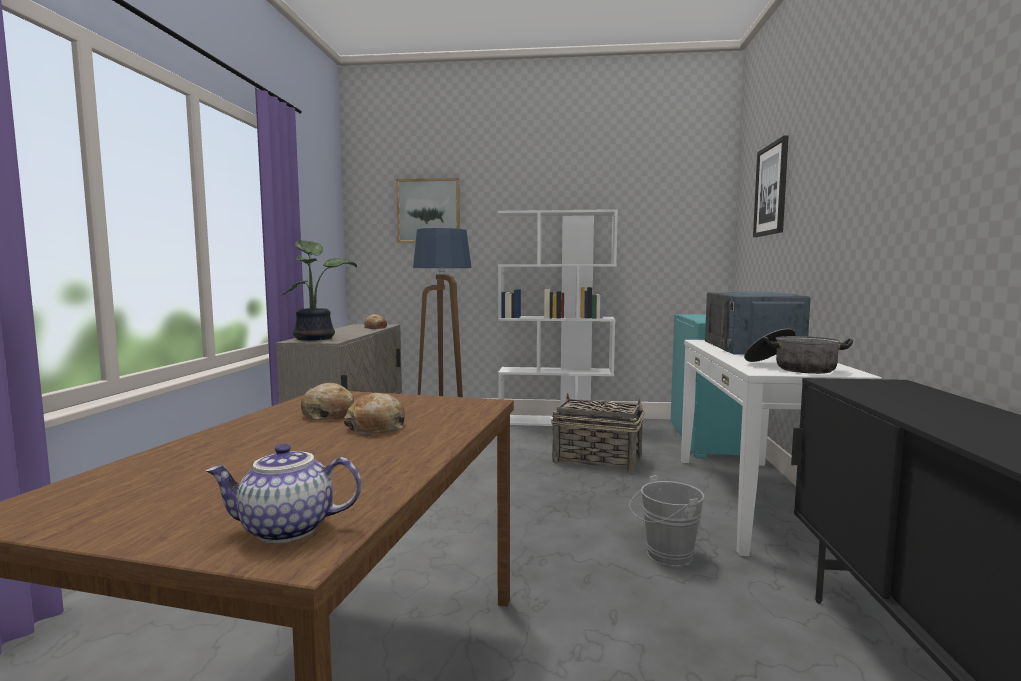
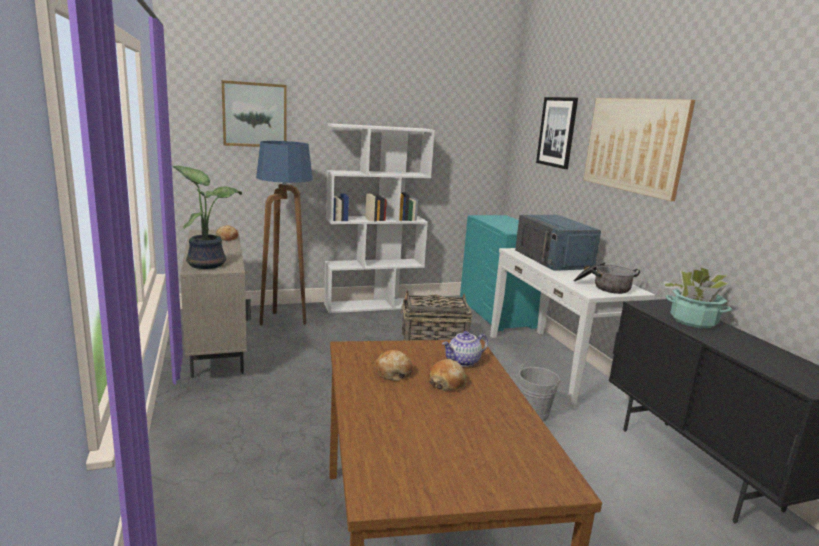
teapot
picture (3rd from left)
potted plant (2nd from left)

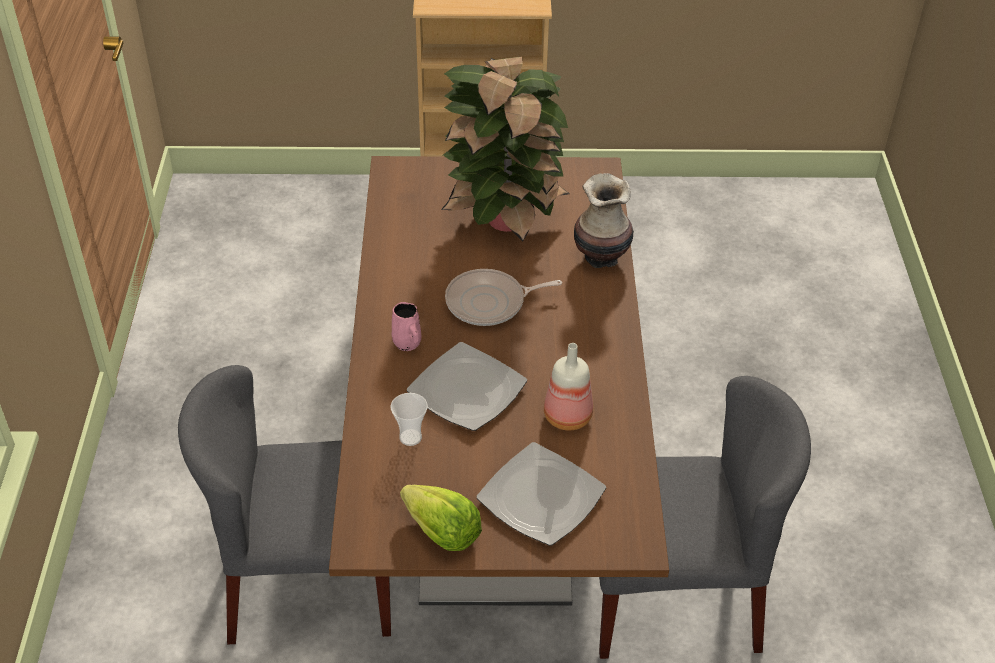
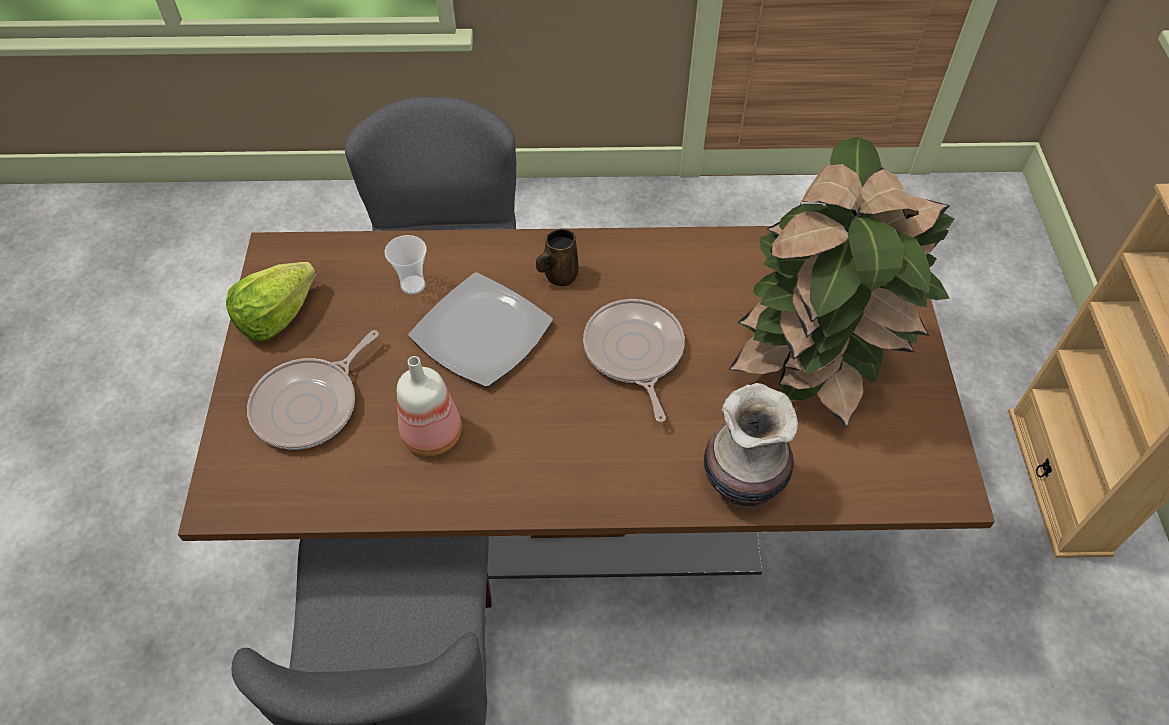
mug (brown)
frying pan (1st from left)

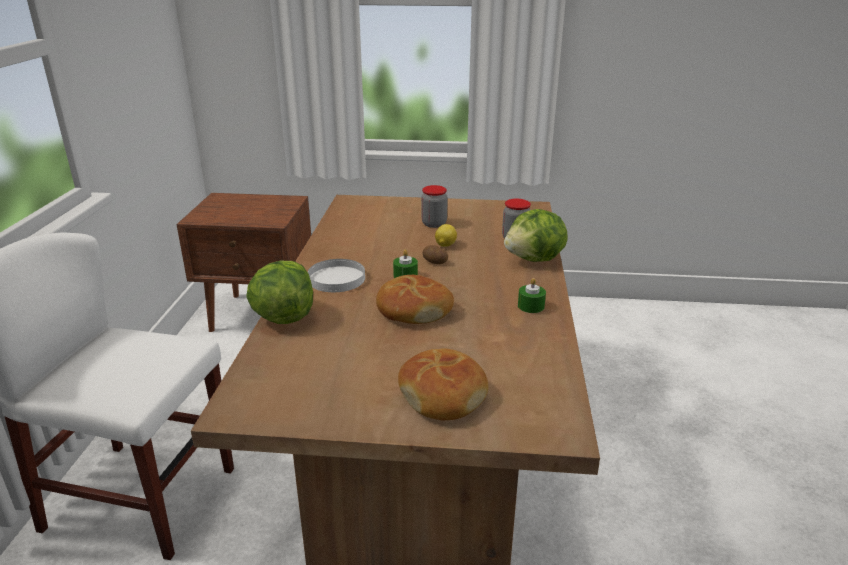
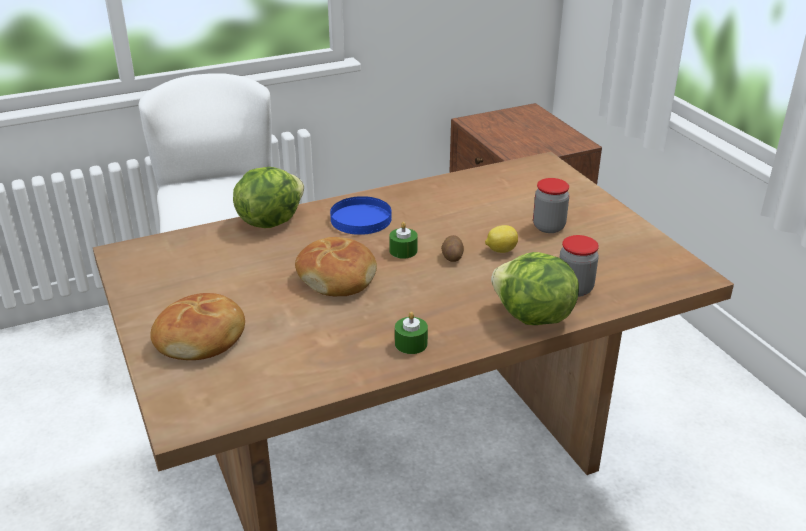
plate (blue)

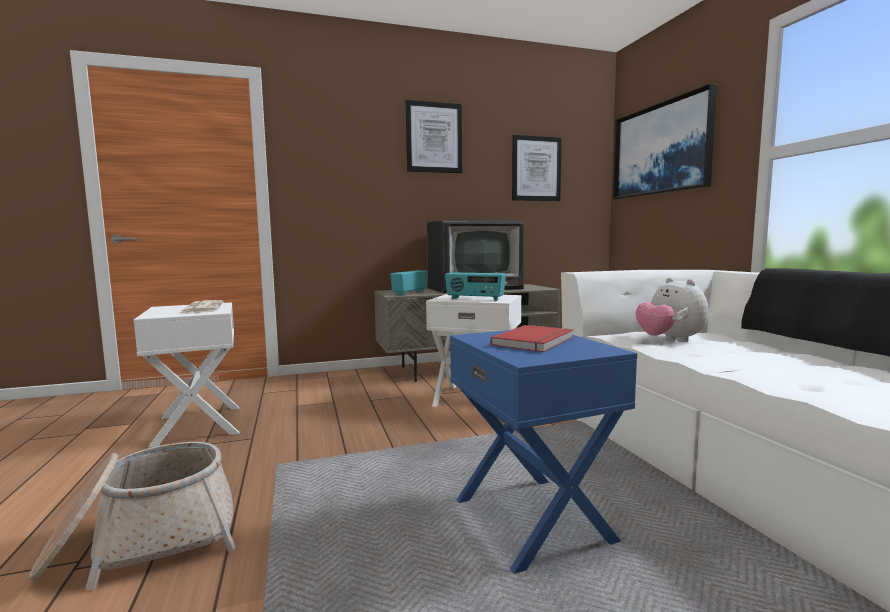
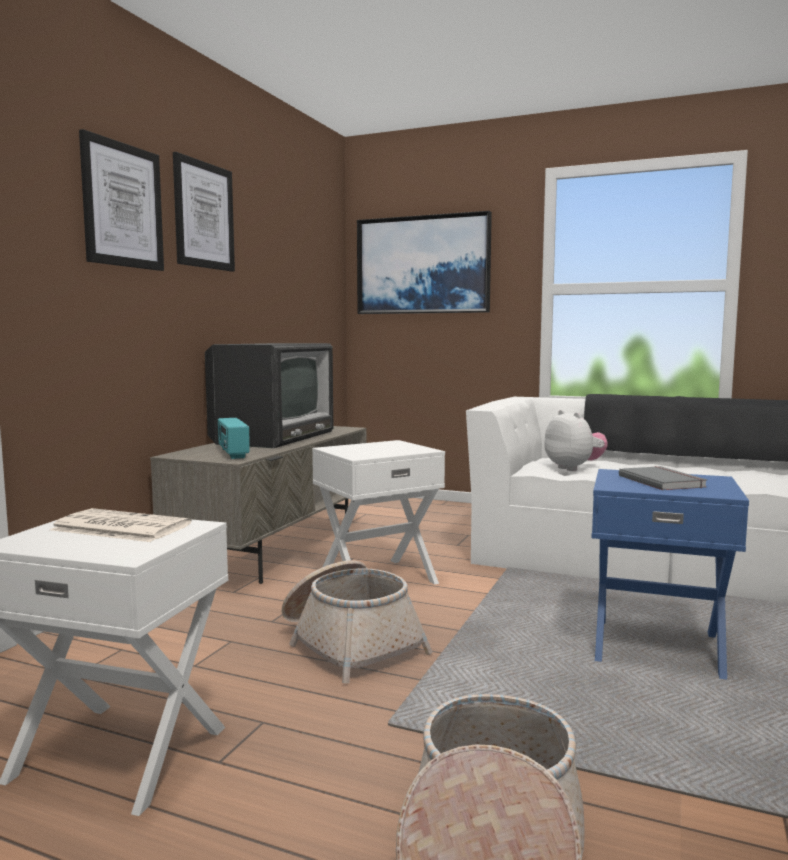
radio (2nd from left in the first image)
book (grey)
picture (1st from left)
plush toy
basket (1st from left)

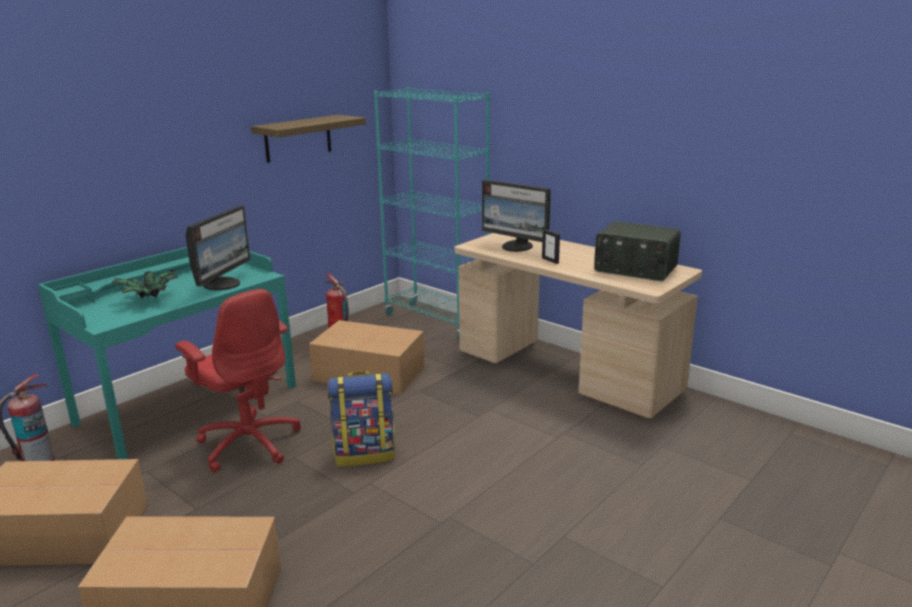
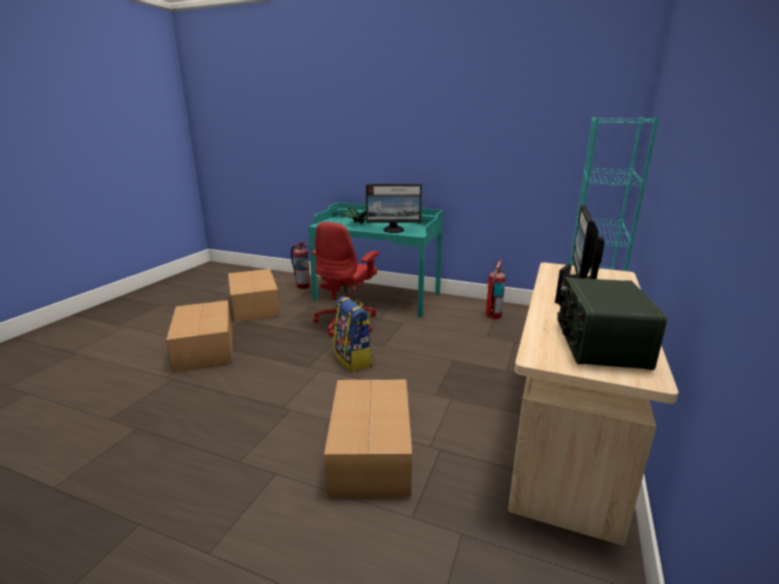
shelf
cardboard box (3rd from left)

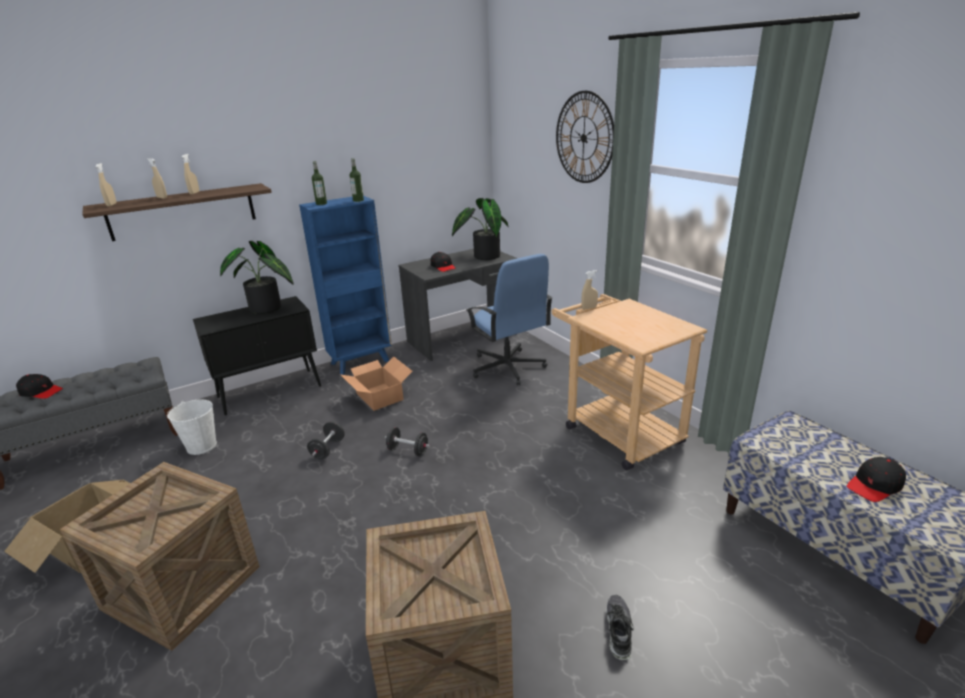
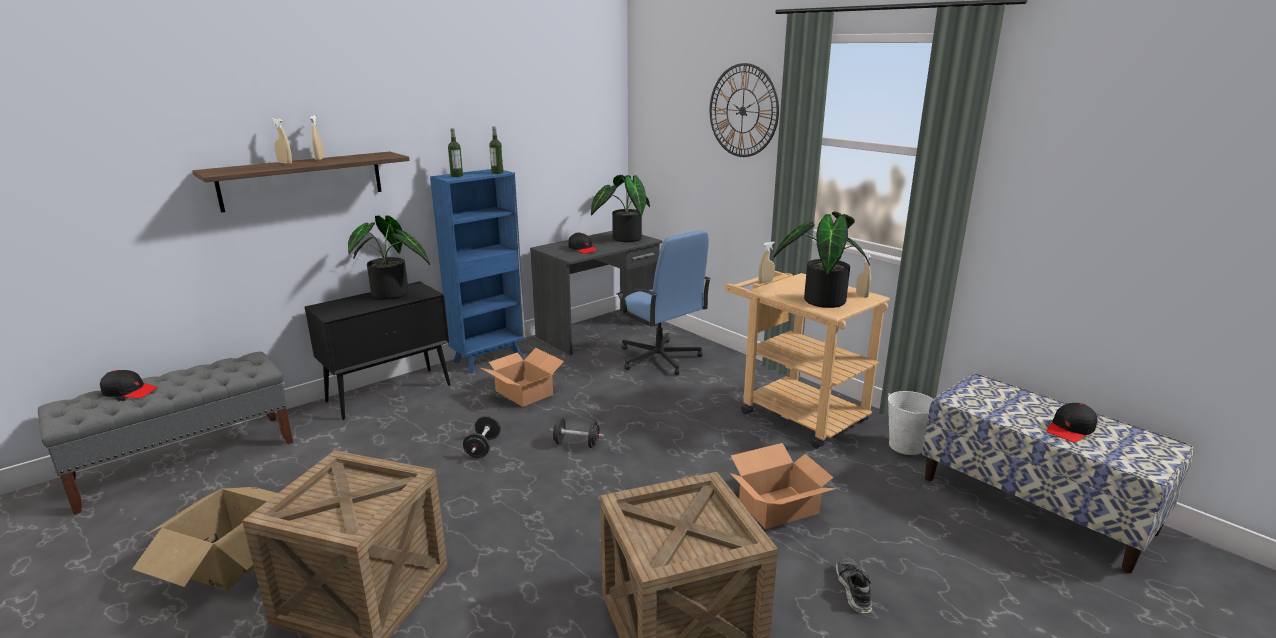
spray bottle (beige) (4th from left)
bucket (white)
cardboard box (3rd from left)
potted plant (3rd from left)

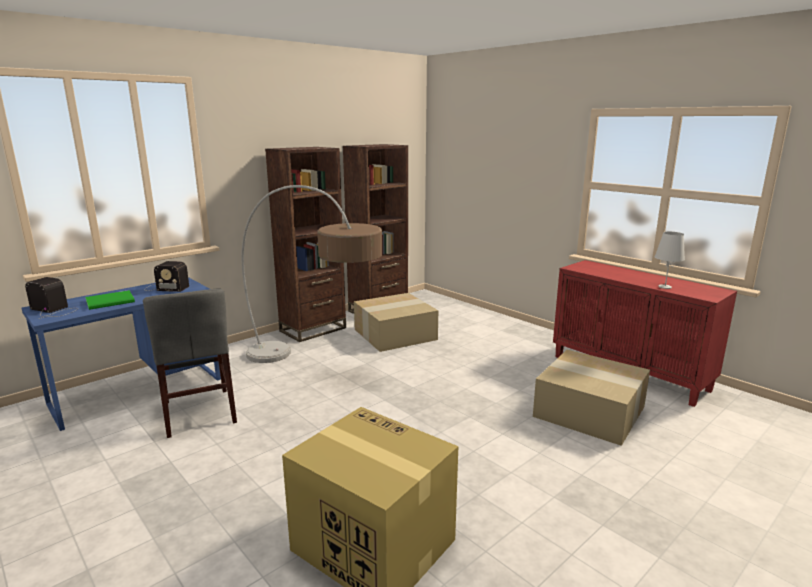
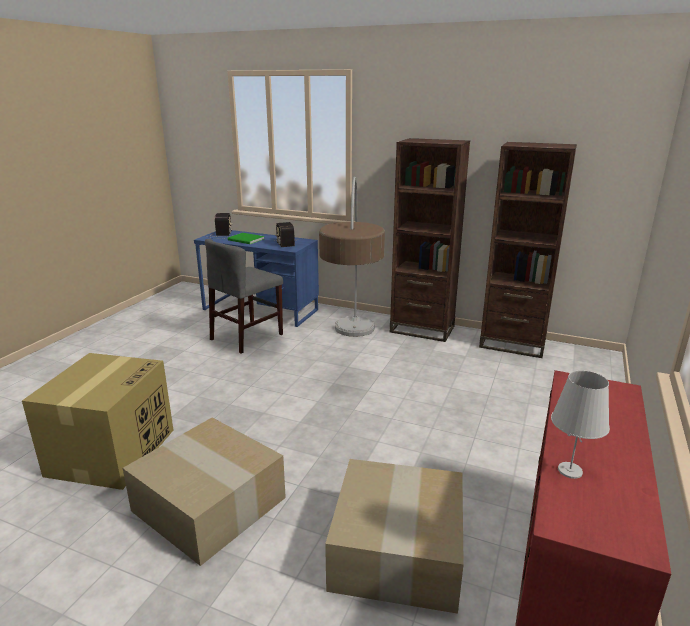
cardboard box (2nd from left)

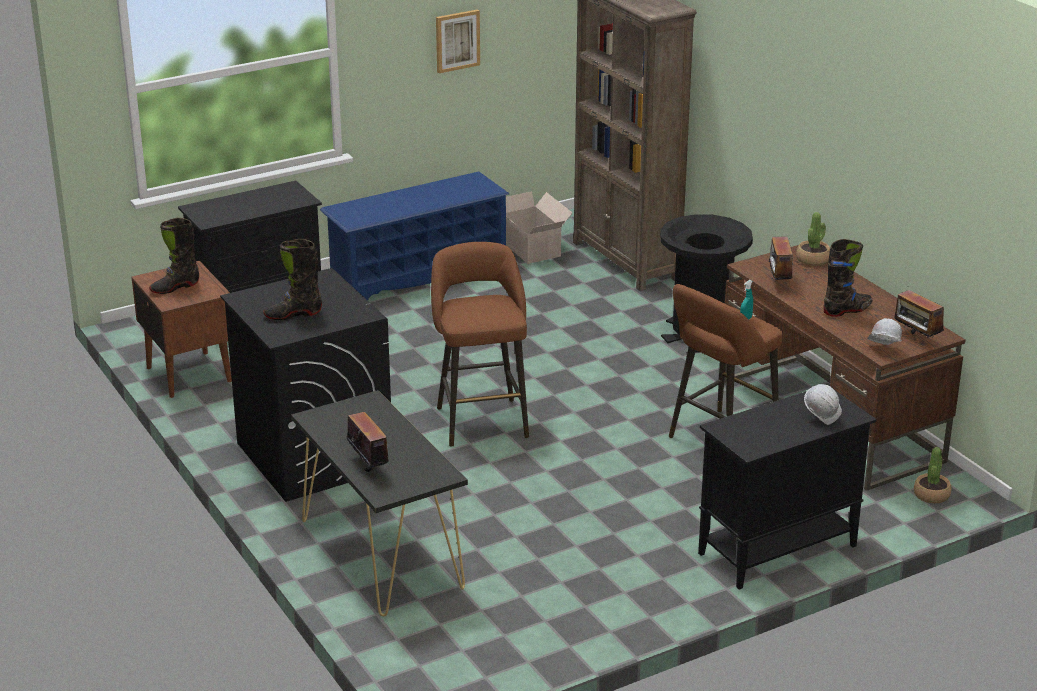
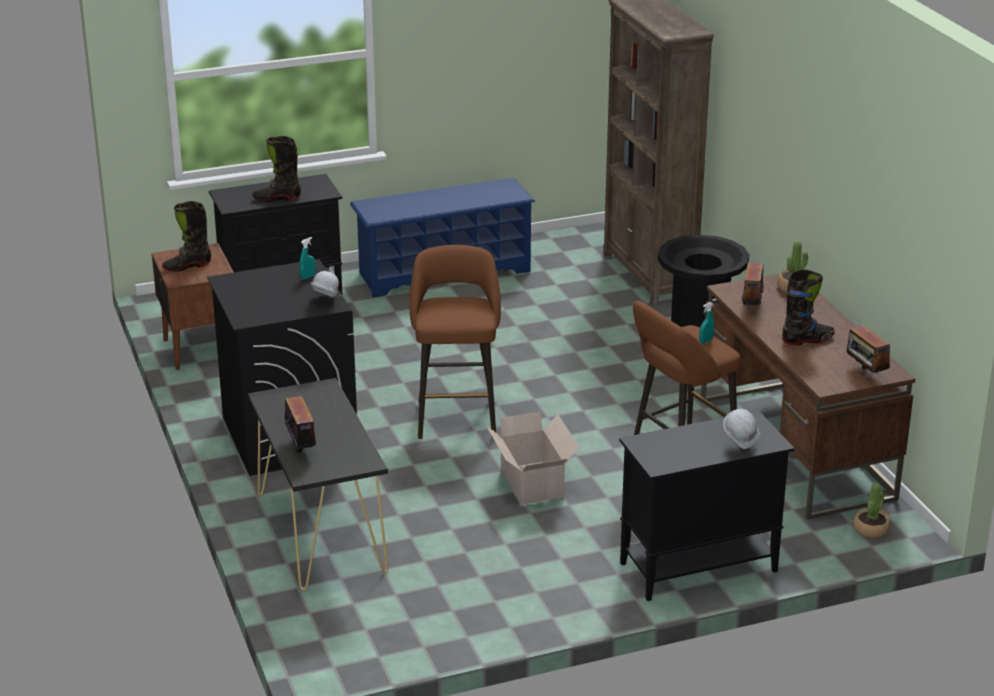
boot (black) (2nd from left)
picture
cardboard box
hard hat (white) (1st from left)
spray bottle (turquoise) (1st from left)

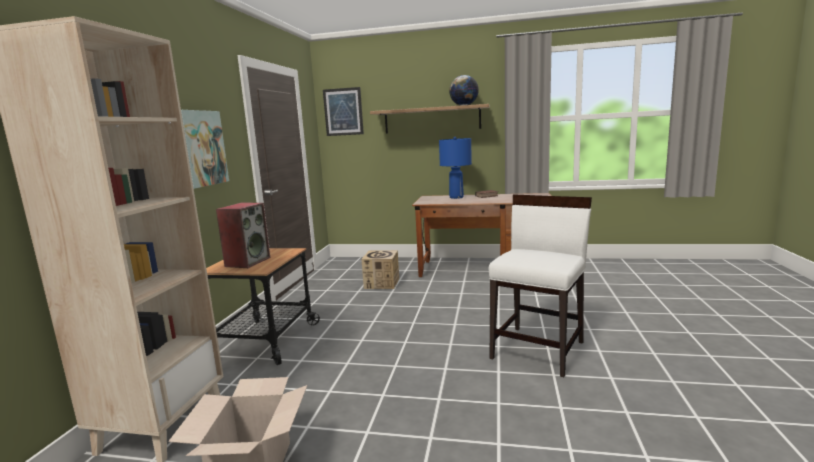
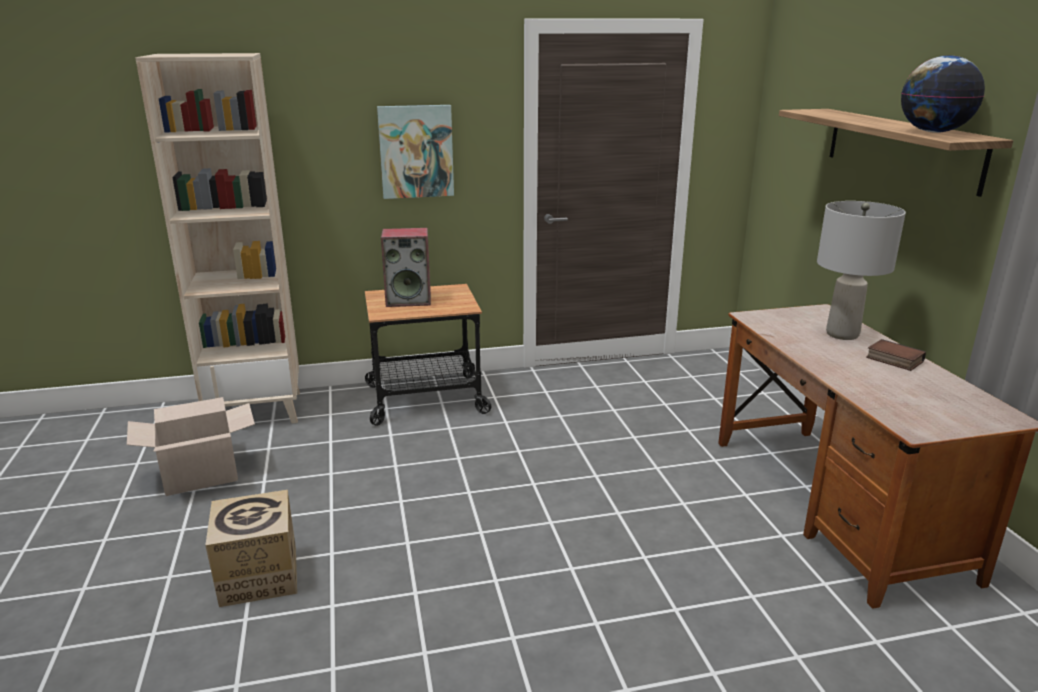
picture (2nd from left in the first image)
cardboard box (2nd from left)
table lamp (grey)
chair (white)

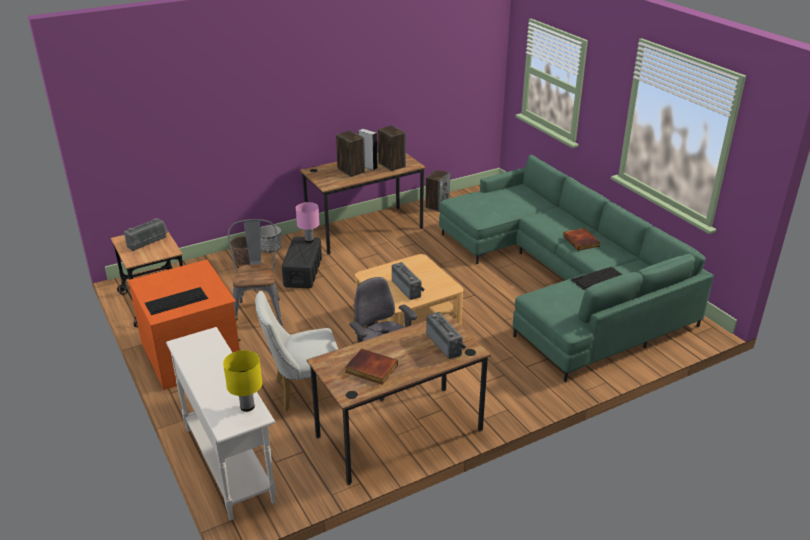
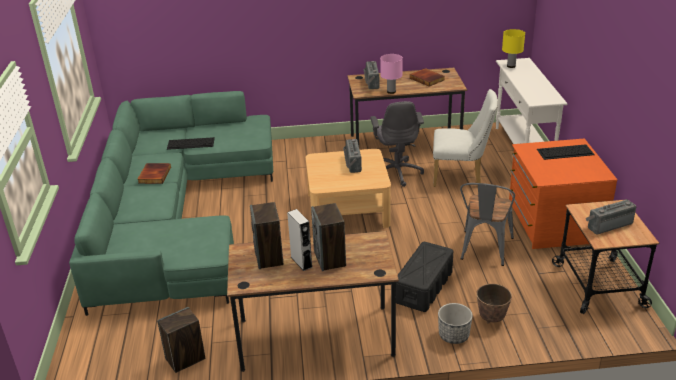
table lamp (pink)

